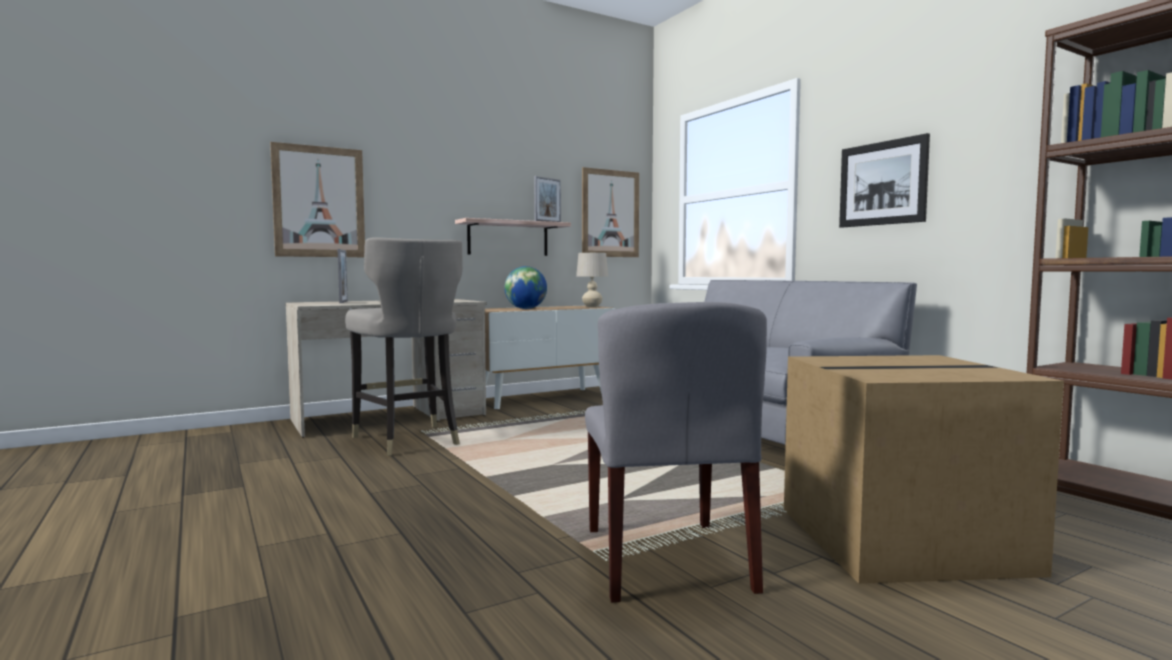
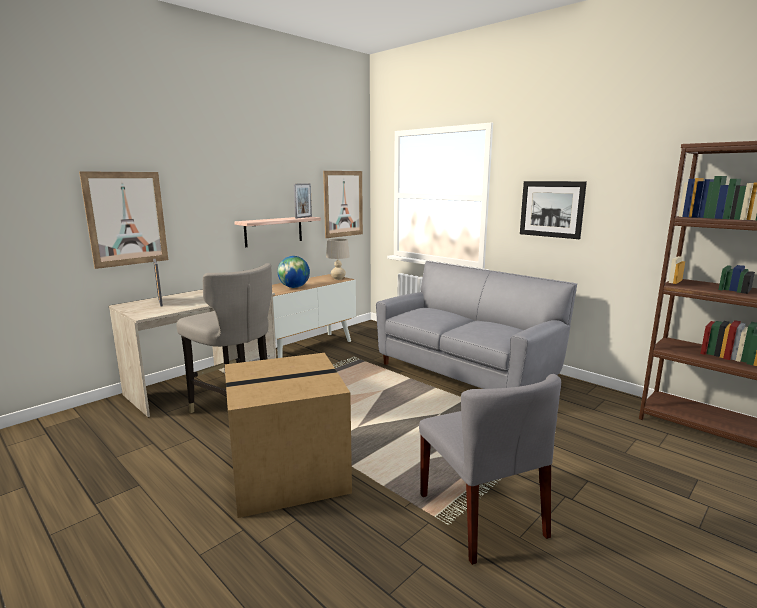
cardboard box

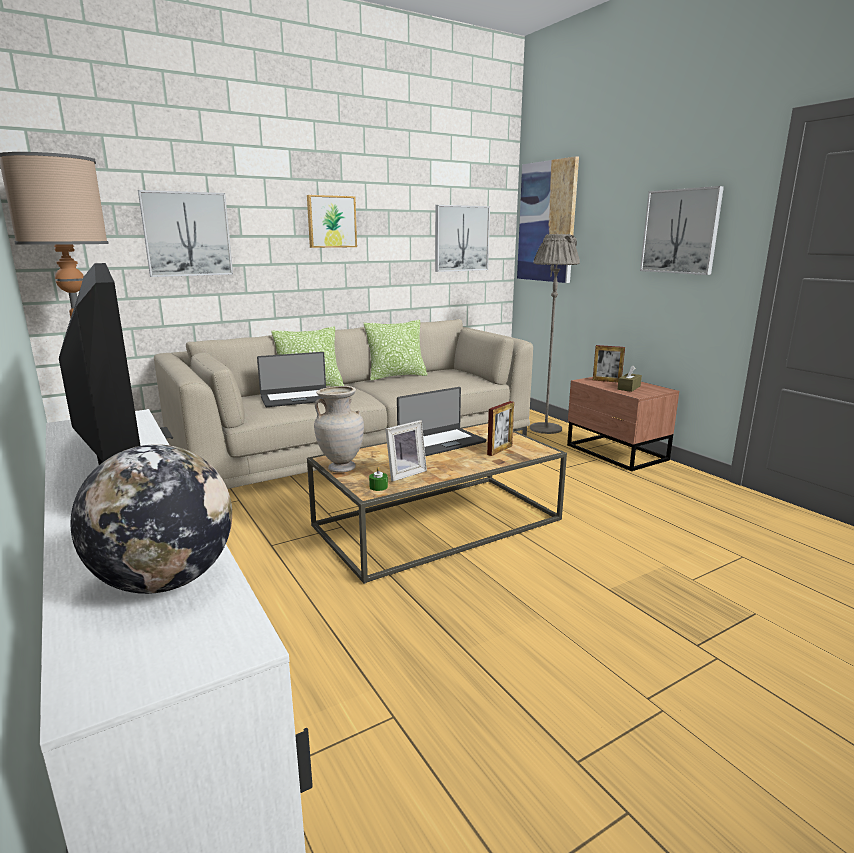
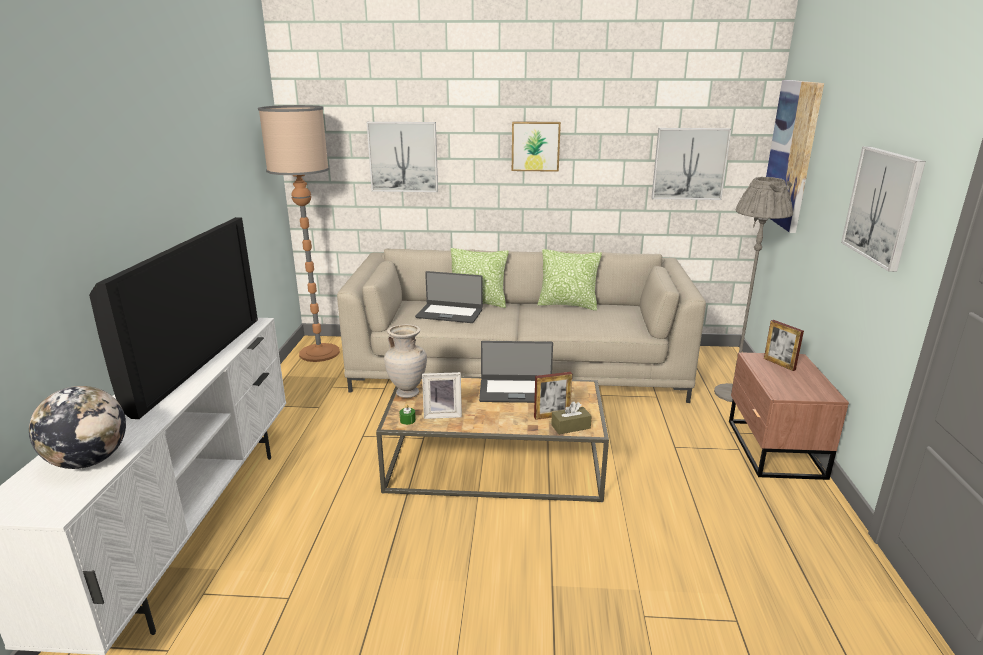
tissue box (brown)

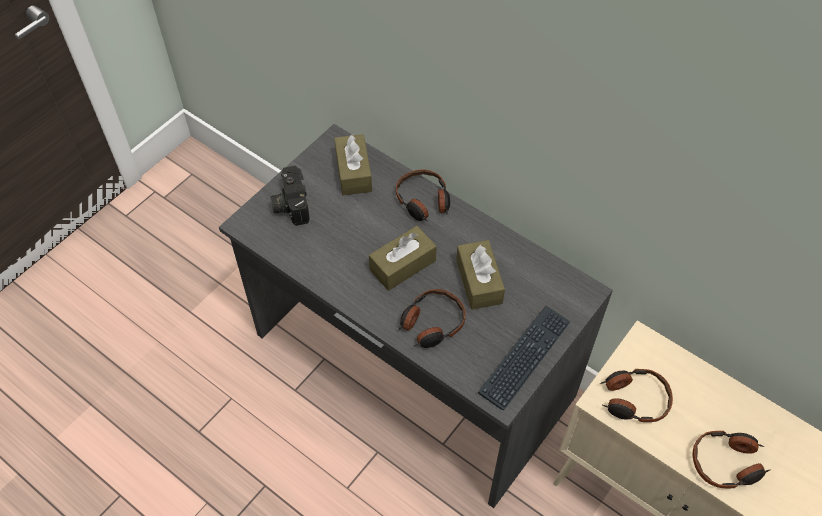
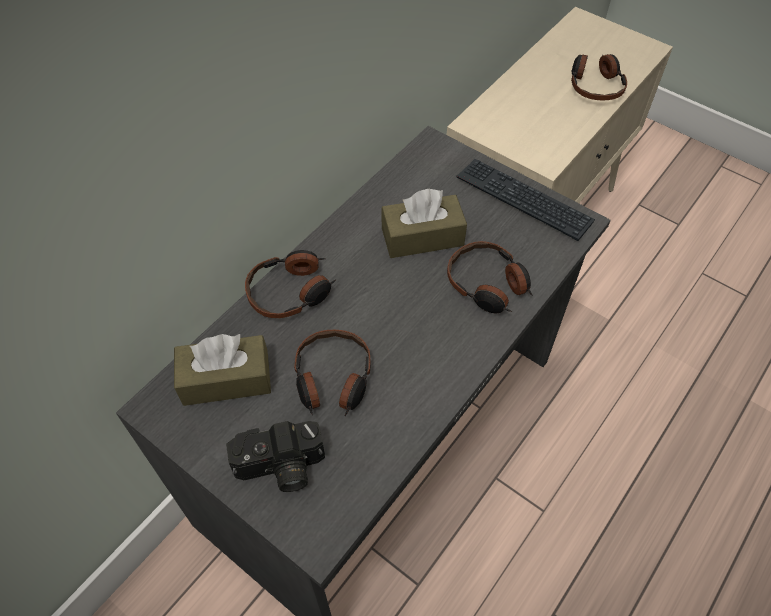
tissue box (brown) (2nd from left in the first image)
headphones (2nd from left)

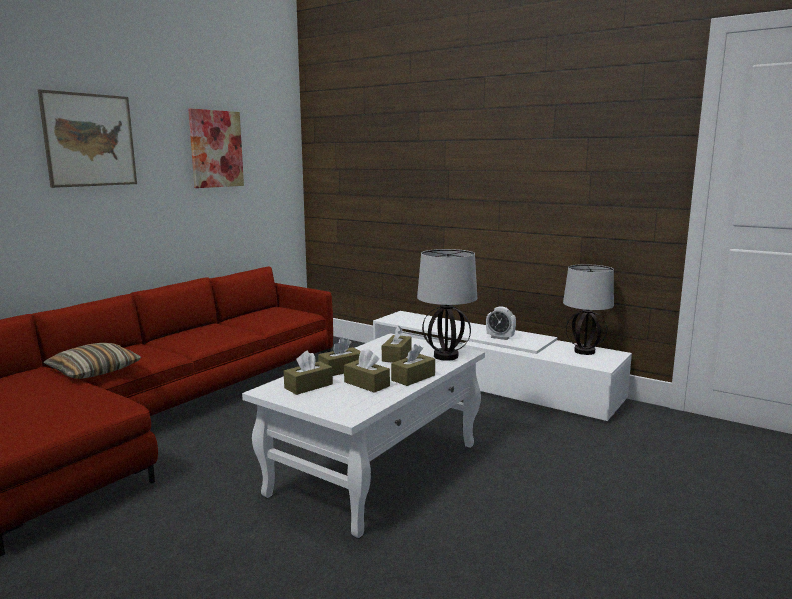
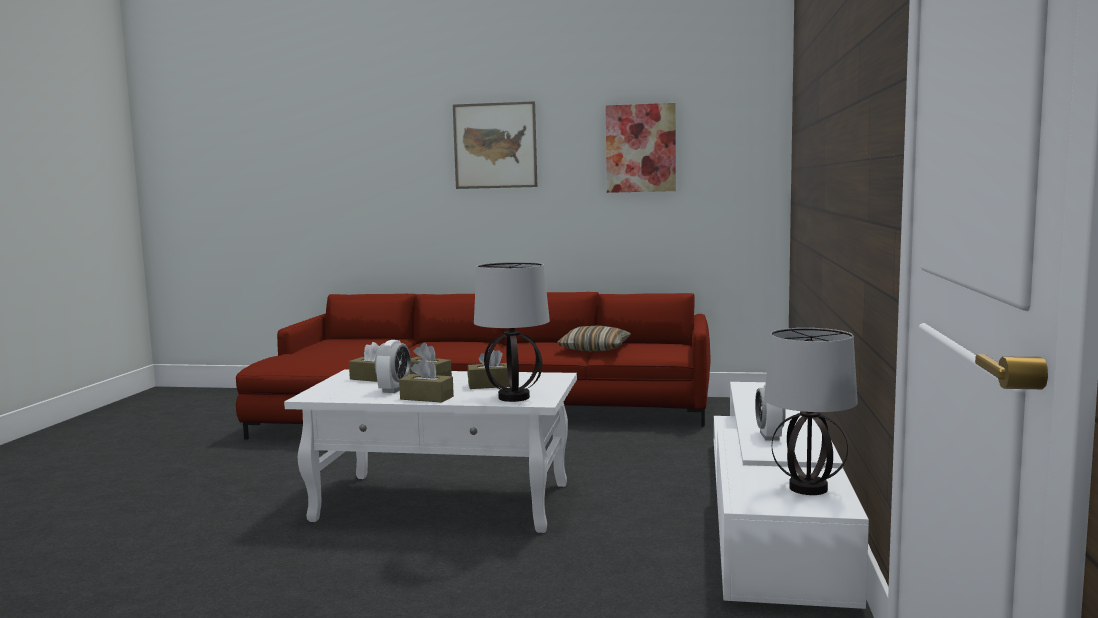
pillow
alarm clock (1st from left)

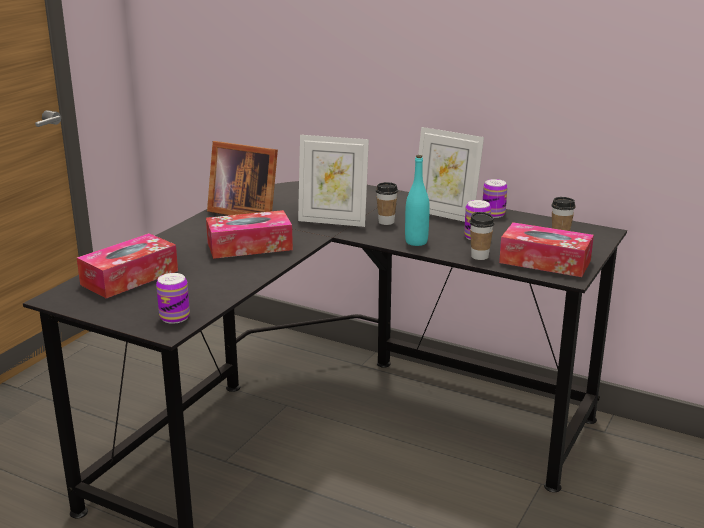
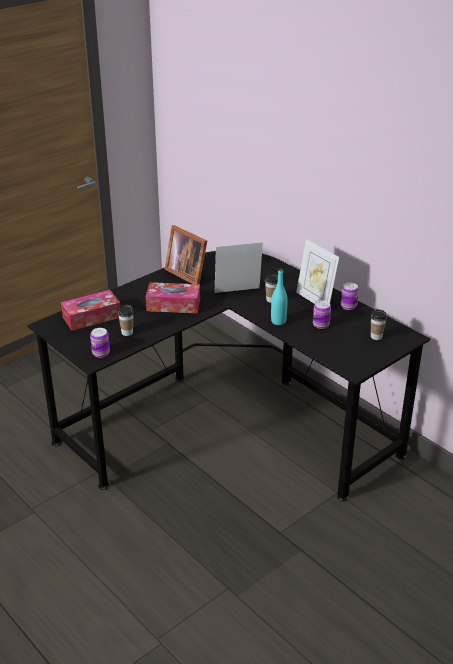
picture frame (2nd from left)
cup (1st from left)
tissue box (3rd from left in the first image)

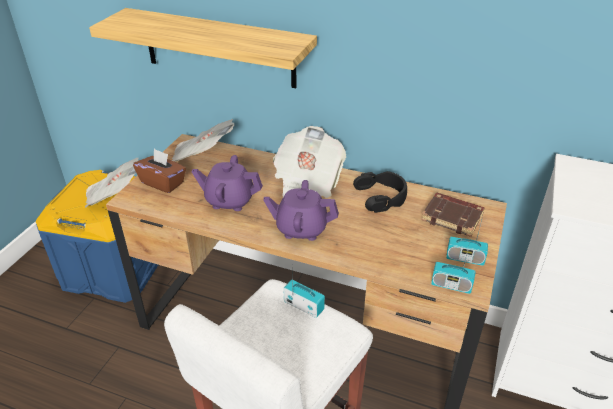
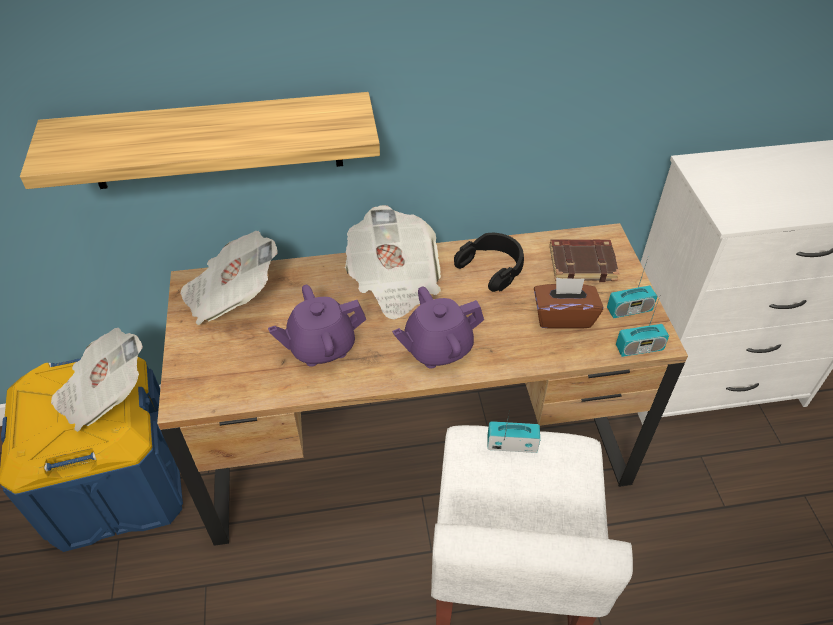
tissue box (brown)

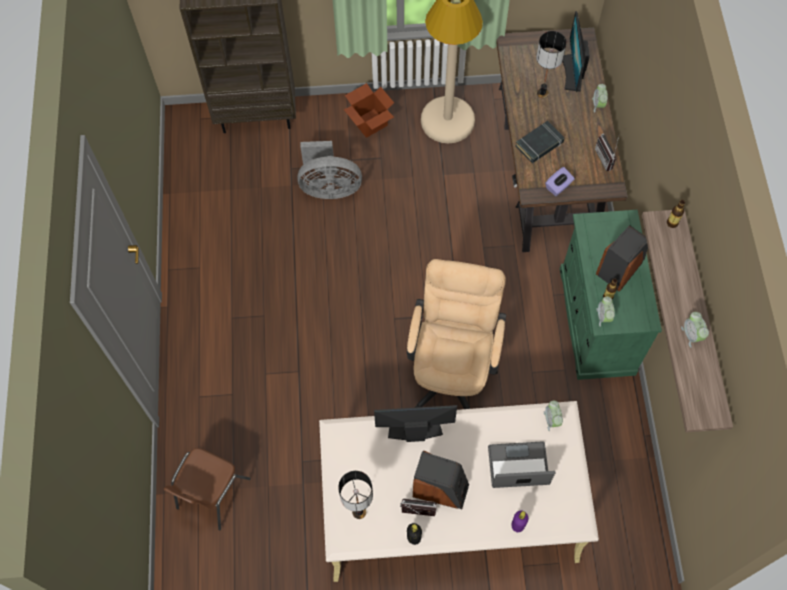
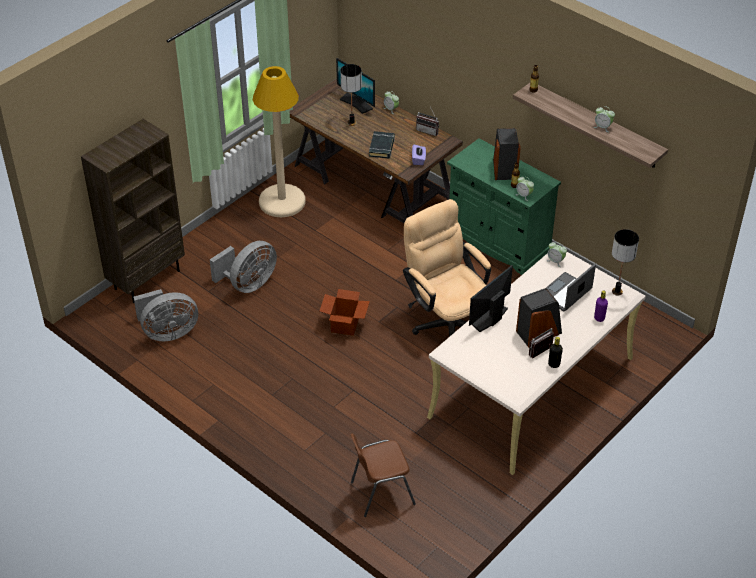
chair (brown)
table lamp (2nd from left)
cardboard box
fan (grey) (1st from left)

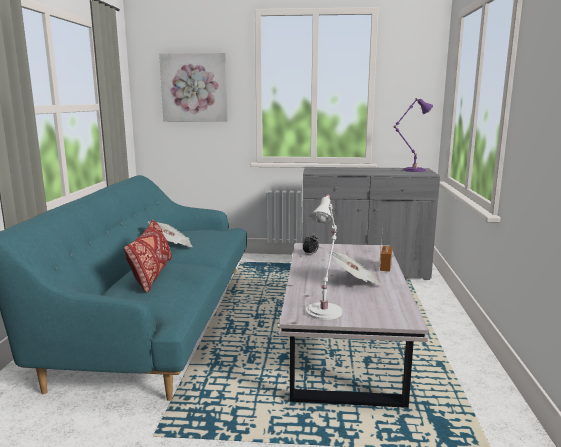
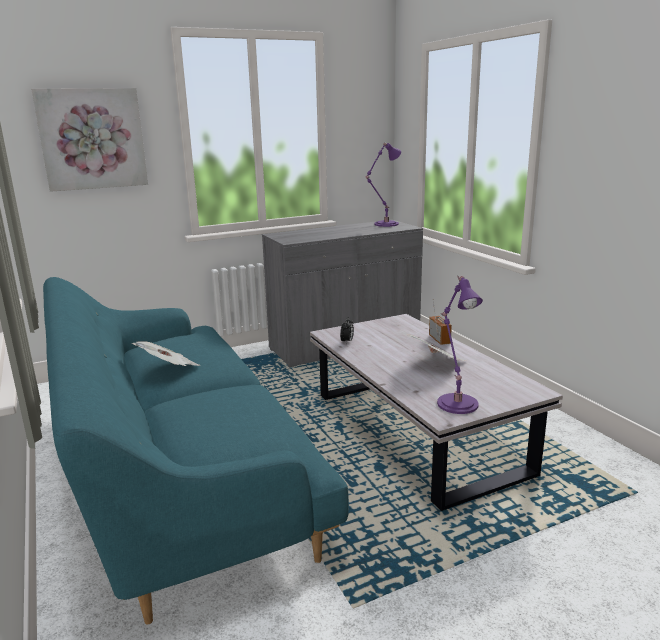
pillow (red)
table lamp (purple) (2nd from left)

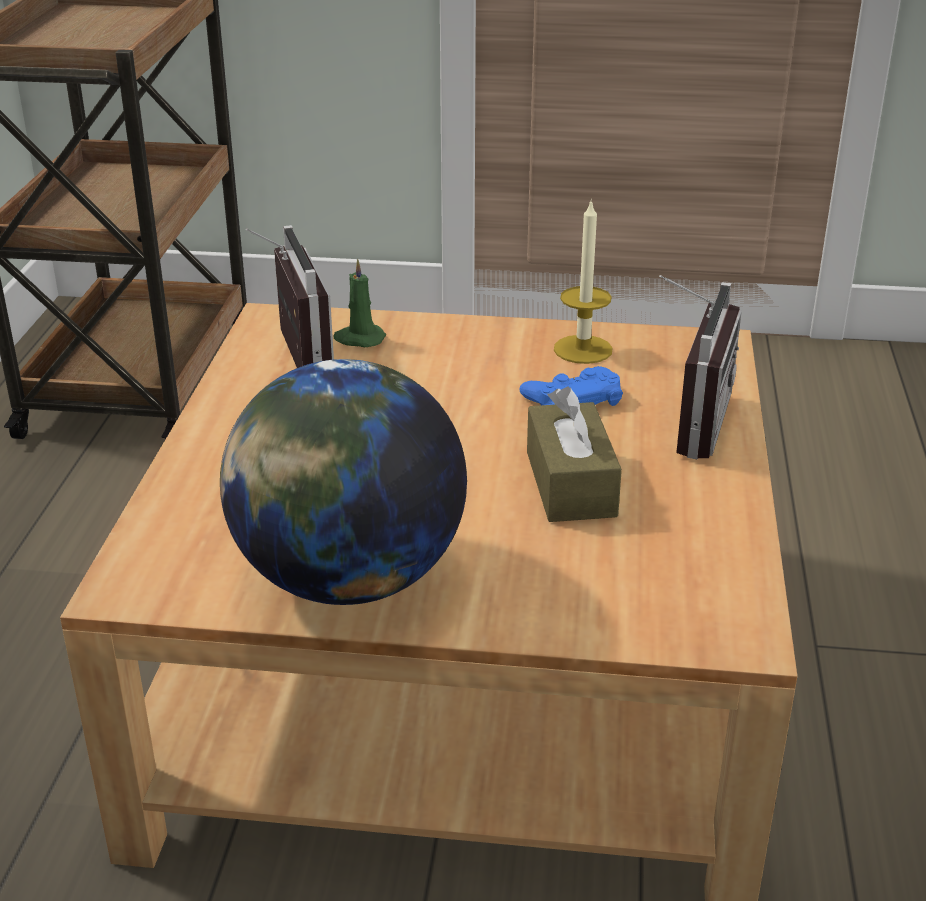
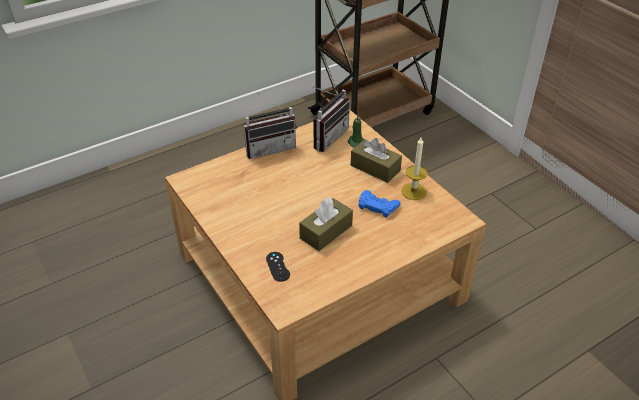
globe
radio (1st from left)
game controller (black)
tissue box (brown) (2nd from left)

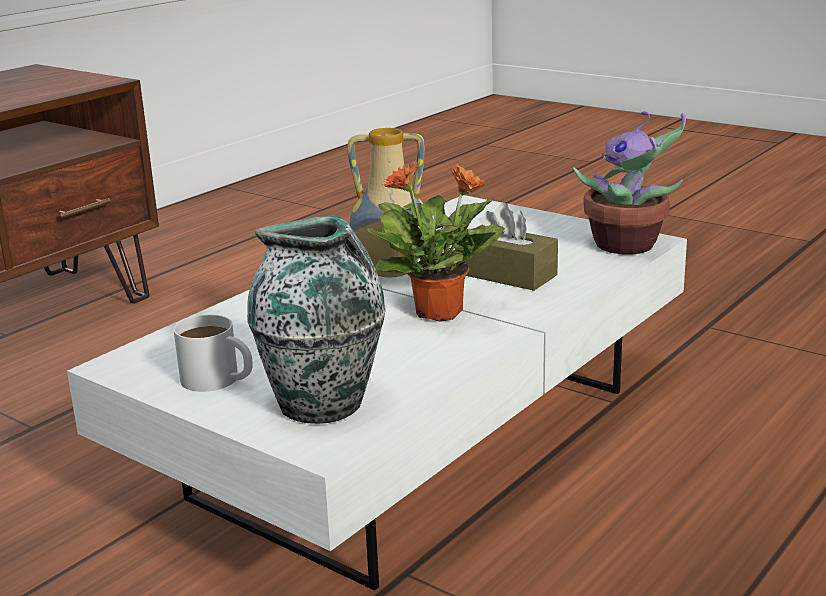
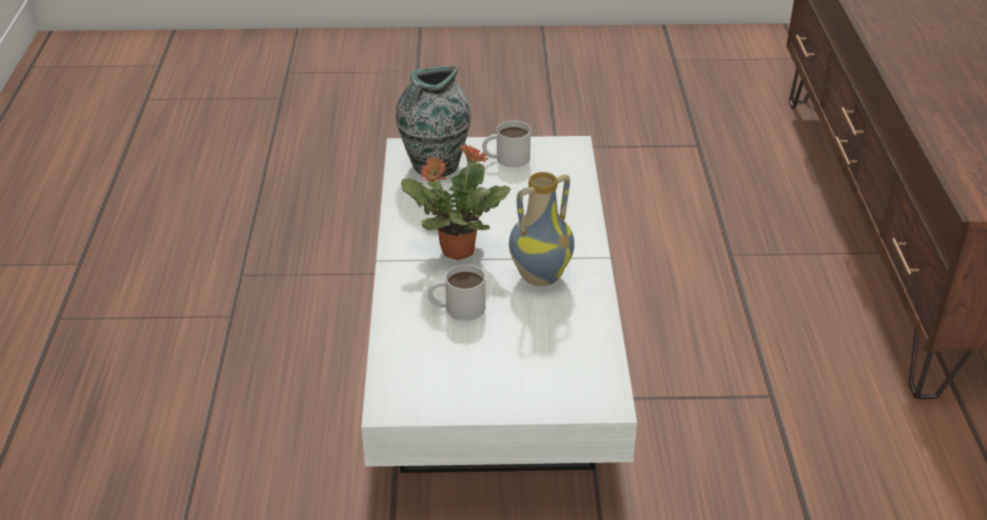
mug (white) (1st from left)
potted plant (2nd from left in the first image)

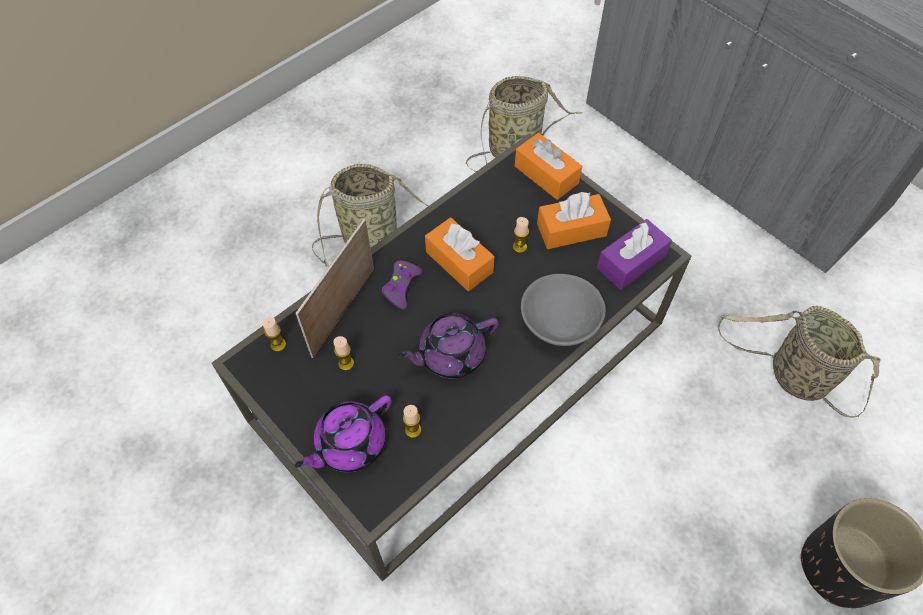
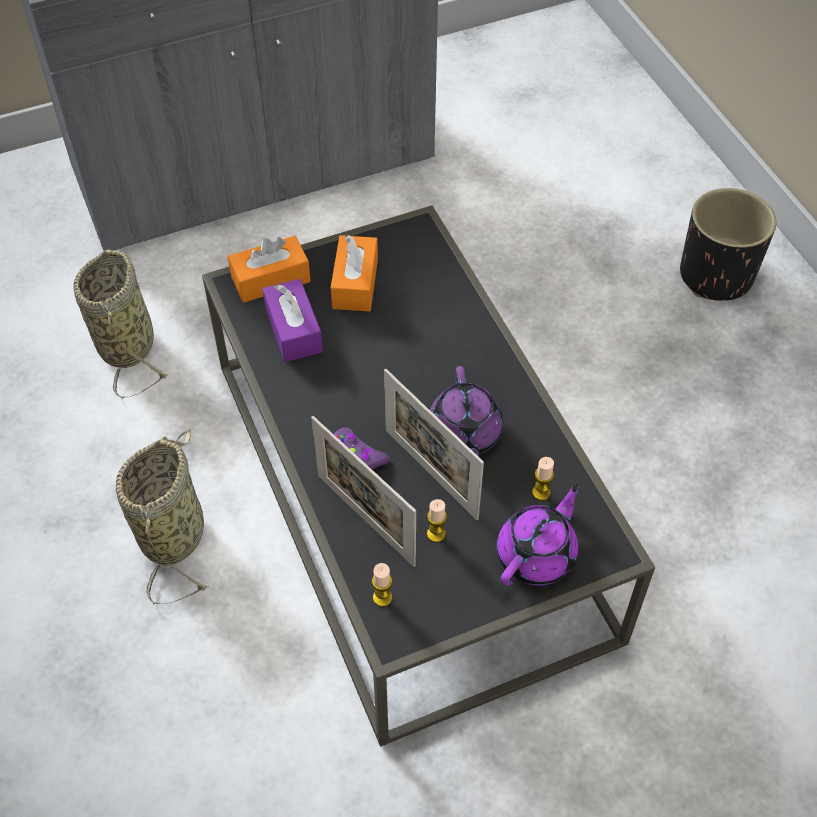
teapot (purple) (2nd from left)
tissue box (orange) (1st from left in the first image)
candle (4th from left in the first image)
bowl (grey)
tissue box (purple)
basket (3rd from left in the first image)
picture frame (2nd from left)

